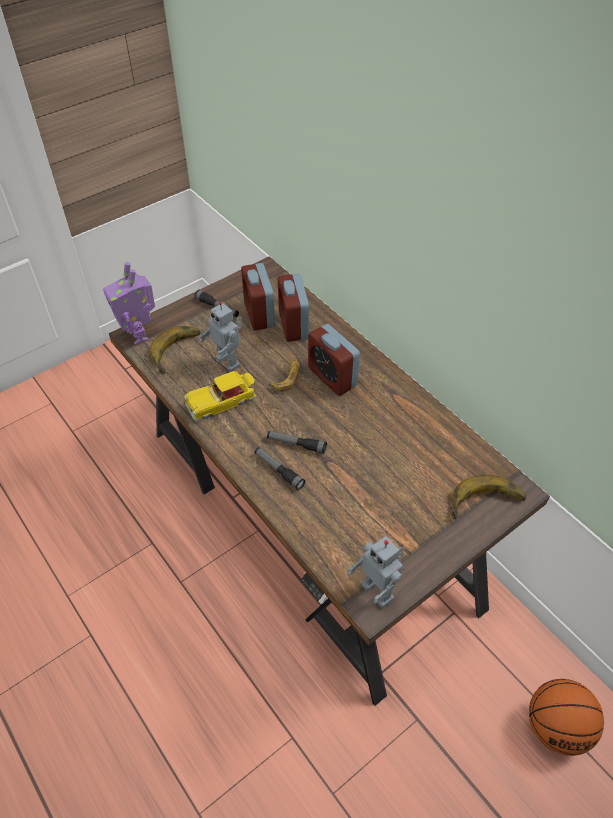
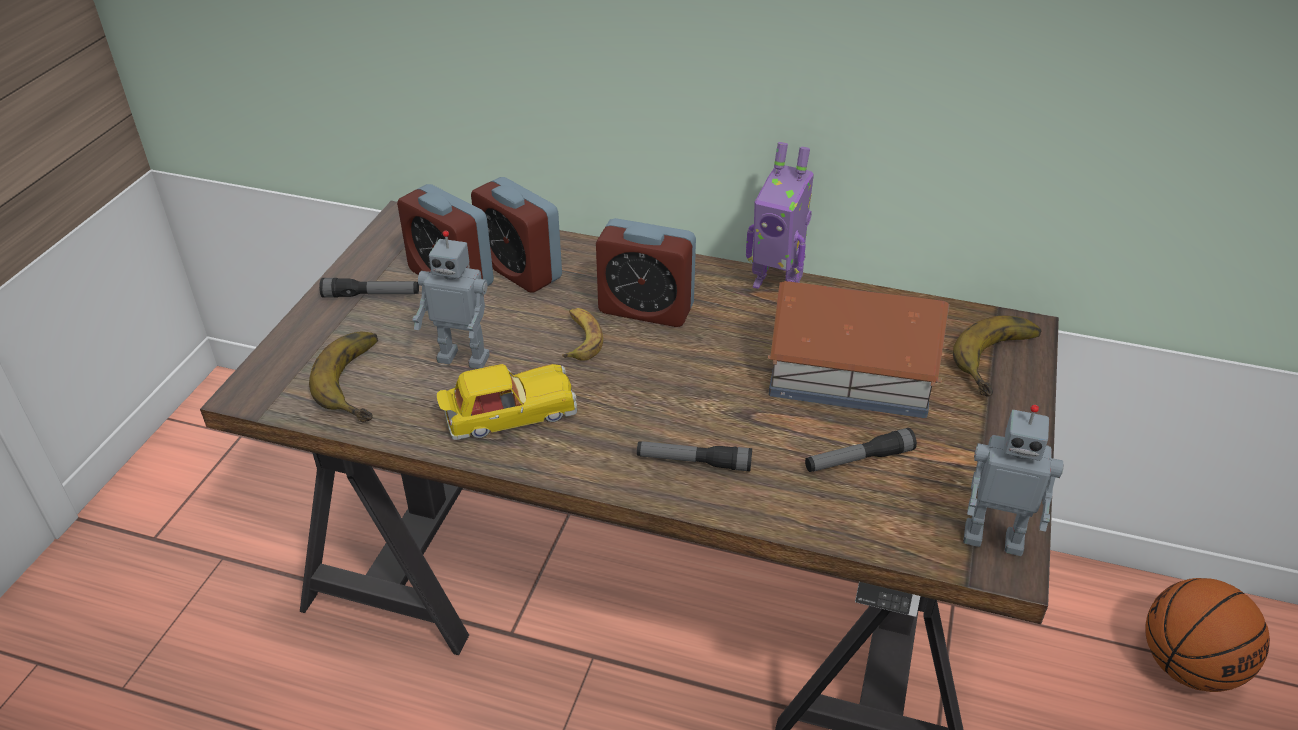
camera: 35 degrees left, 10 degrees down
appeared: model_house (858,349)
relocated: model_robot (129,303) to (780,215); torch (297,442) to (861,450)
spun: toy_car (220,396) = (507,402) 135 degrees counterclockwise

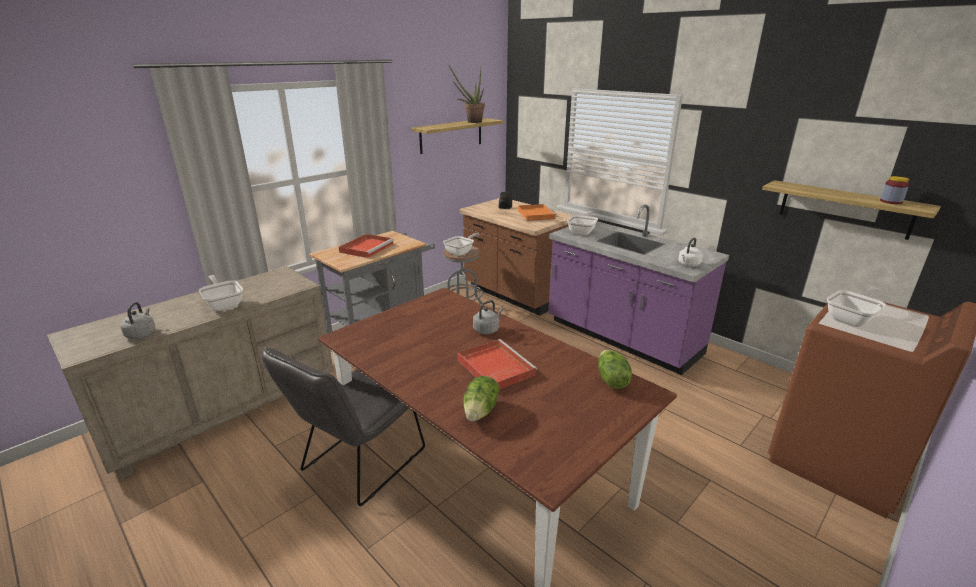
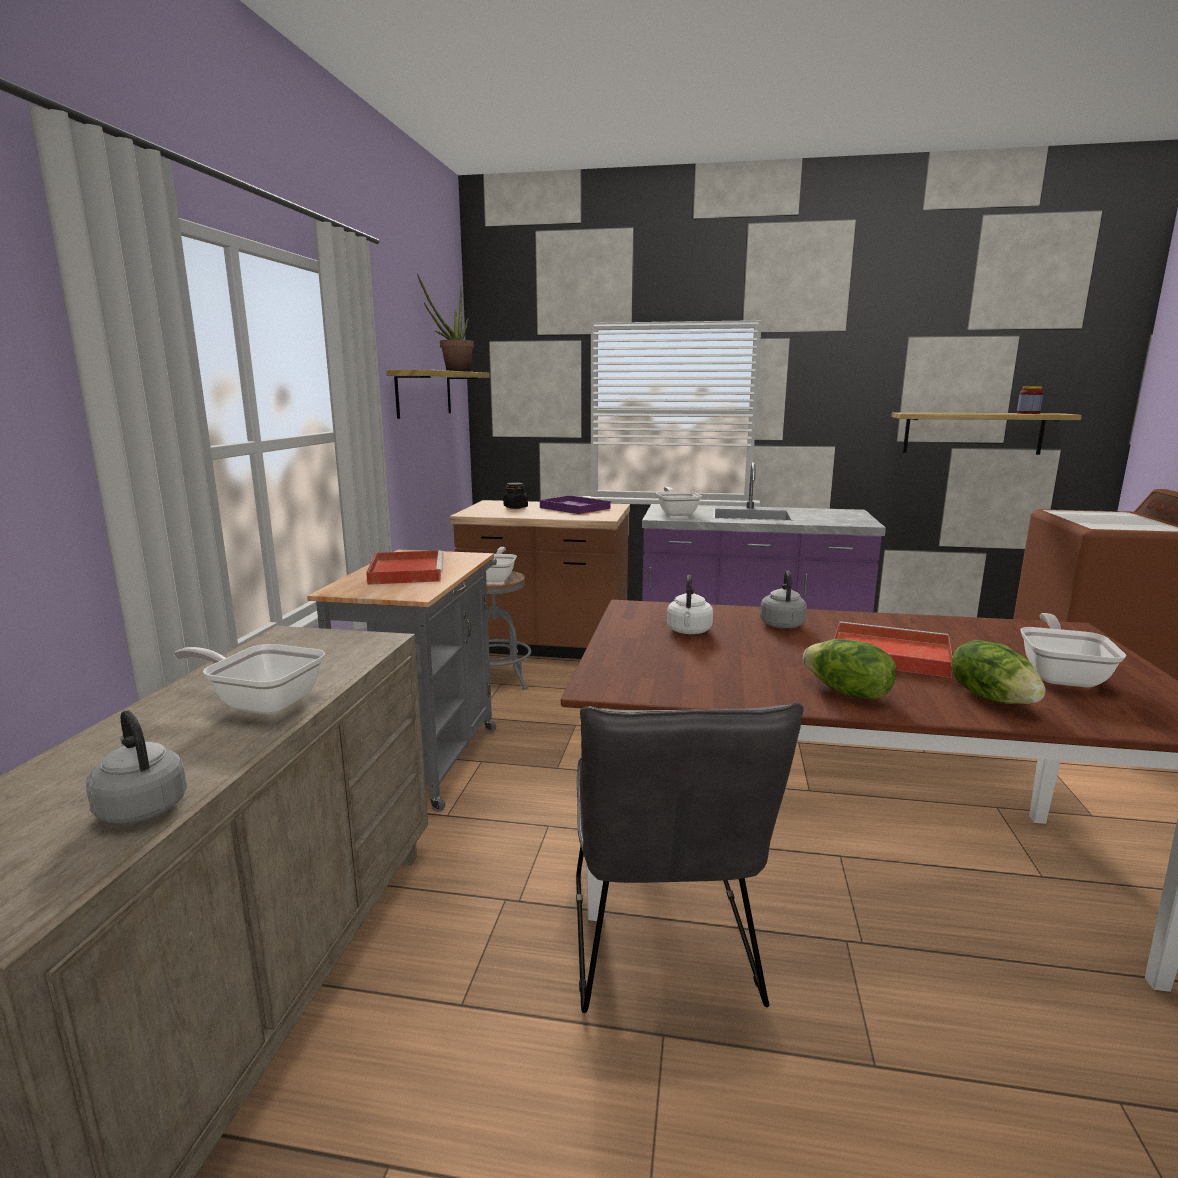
camera: 35 degrees left, 10 degrees down
relocated: lettuce (615,369) to (849,669); white-coloured_tea_kettle (691,252) to (690,604); skillet (856,307) to (1073,650)
colour: orange_carrying_tray (537,212) to purple_carrying_tray (576,504)

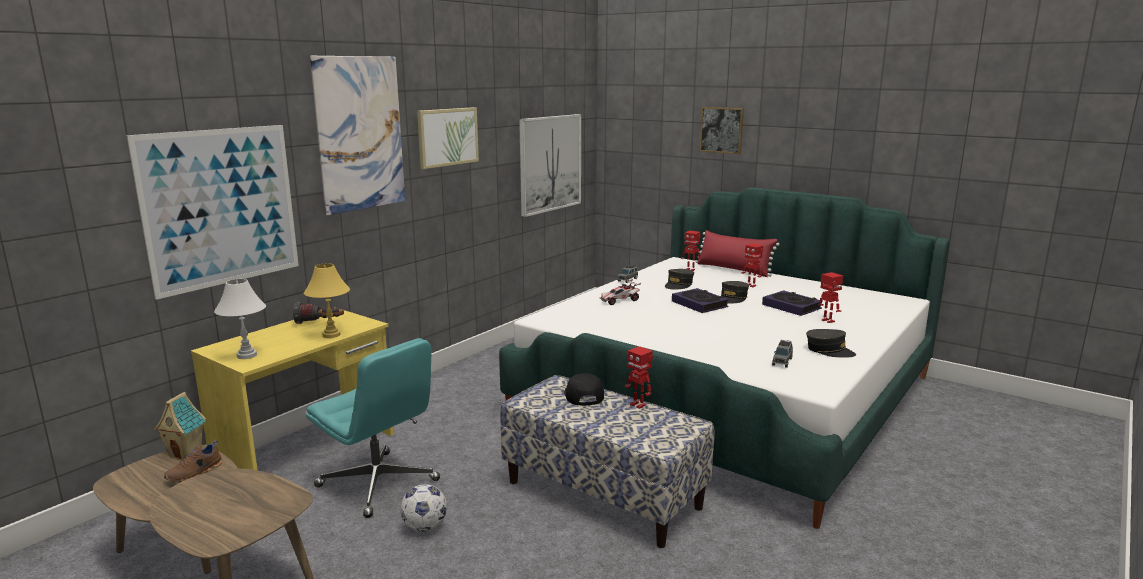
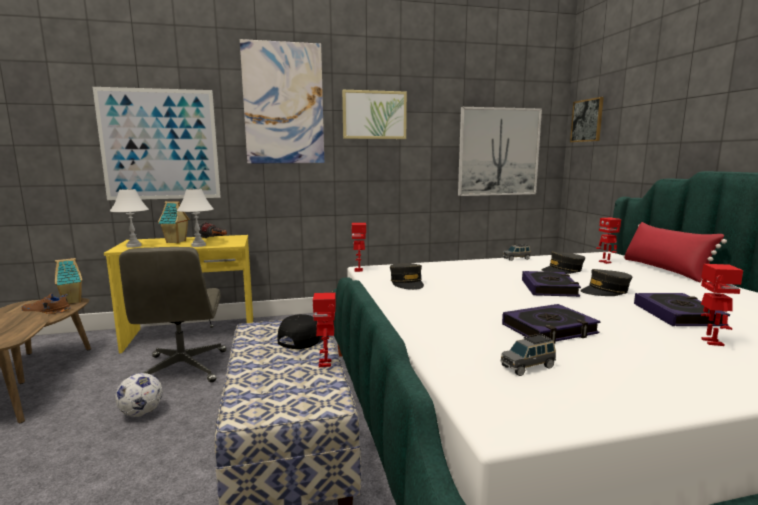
camera: 40 degrees right, 5 degrees down
missing: toy_car (620,292)
appeared: model_house (174,222); book (551,324)
relocated: wall_art (721,130) to (587,119); model_robot (752,265) to (358,247); grey_peaked_cap (831,343) to (407,276)
colour: yellow-coloured_lamp_for_a_table (327,300) to white-coloured_lamp_for_a_table (195,218); turquoise-coloured_computer_chair (373,428) to grey_computer_chair (172,315)

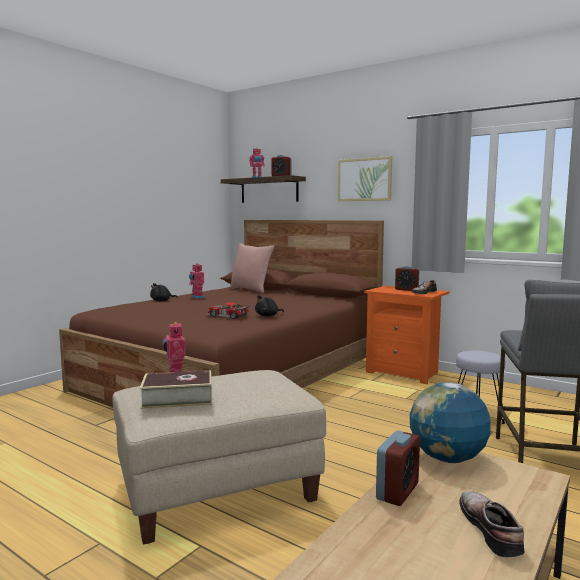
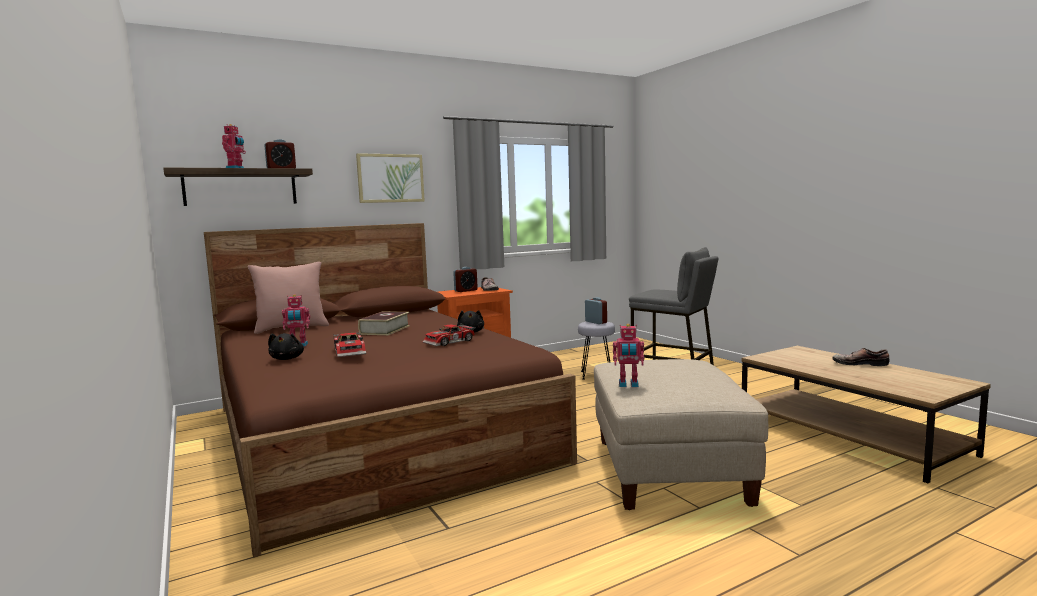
camera: 65 degrees left, 0 degrees up
missing: globe (450,422)
appeared: toy_car (349,344)
relocated: book (176,389) to (384,323); bedside_clock (398,468) to (596,310)

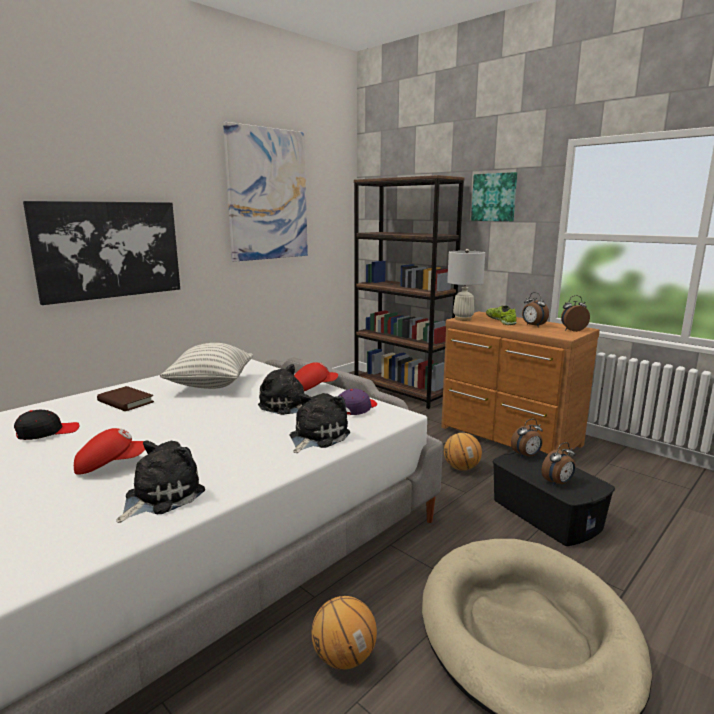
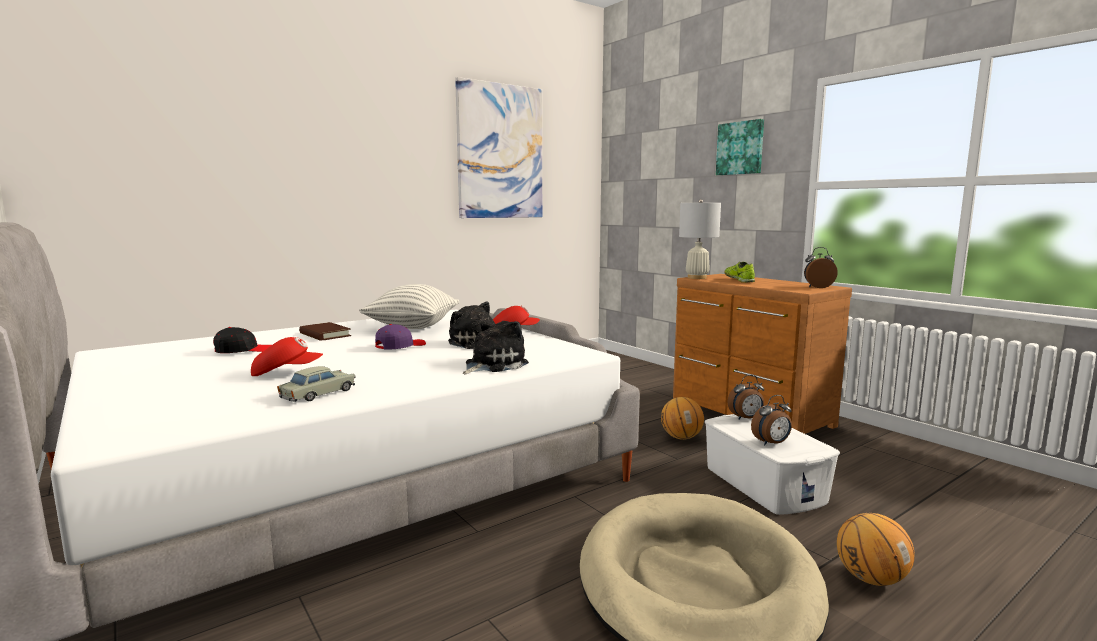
camera: 10 degrees right, 5 degrees down
missing: wall_art (101,253); brownish_bookshelf (409,292); bedside_clock (535,309)
relocated: basketball (344,633) to (876,549); purple_peaked_cap (358,402) to (400,337)
exchanged: cuddly_toy (160,482) to beige-coloured_toy_car (316,384)
colour: black-coloured_storage_container (553,498) to white-coloured_storage_container (772,464)

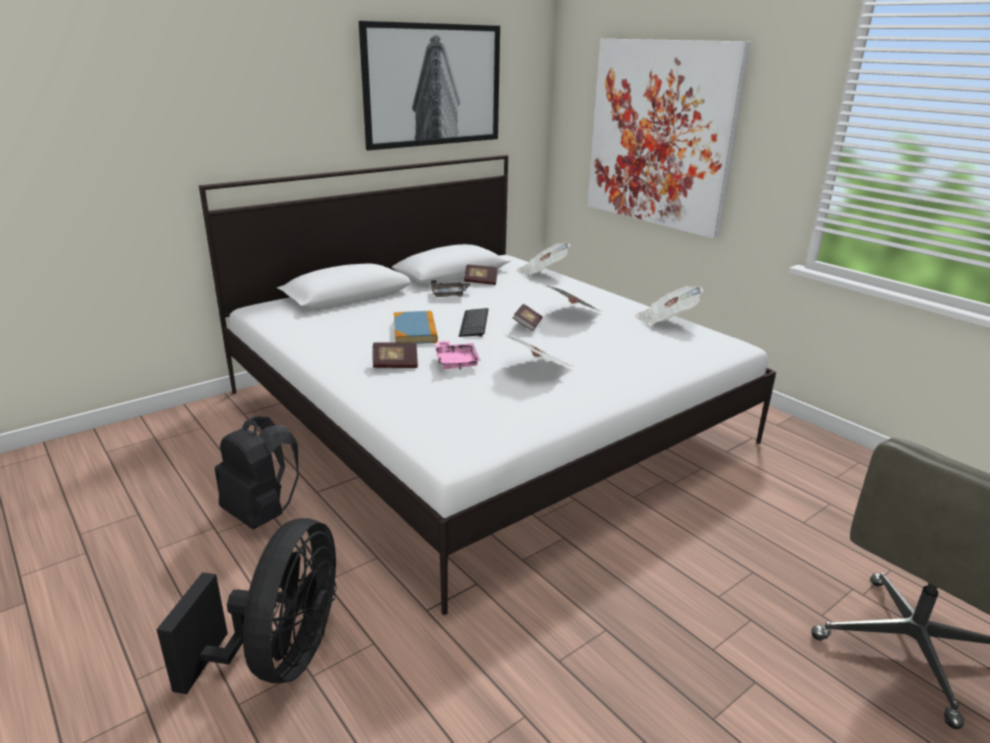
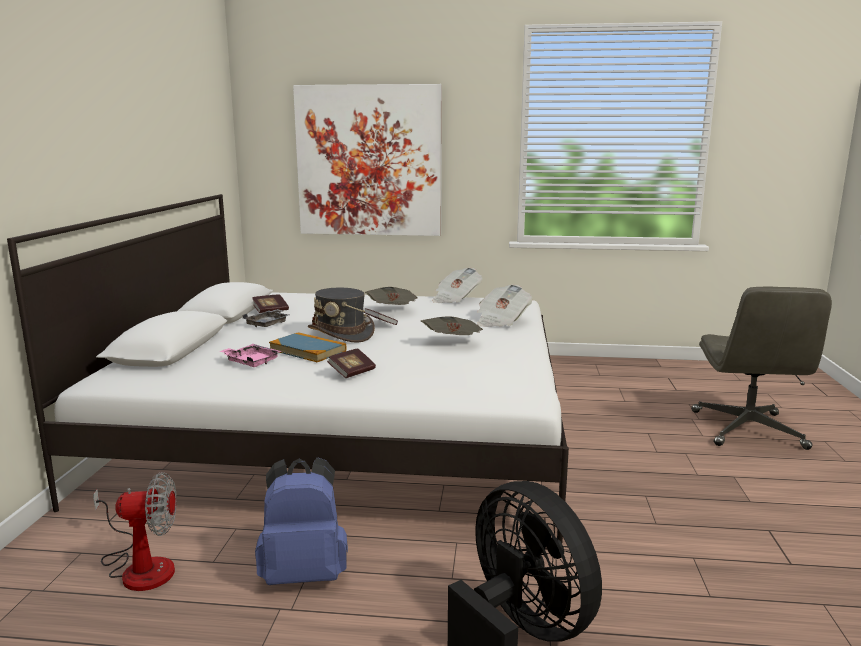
camera: 45 degrees left, 10 degrees down
missing: wall_art (429,85)
appeared: cooling_fan (135,531)
relocated: pink_carrying_tray (458,355) to (250,355); daily_paper (544,259) to (504,305)
exchanged: keyboard (474,322) to grey_hat (341,315)
colour: black-coloured_rucksack (257,472) to blue_rucksack (301,521)

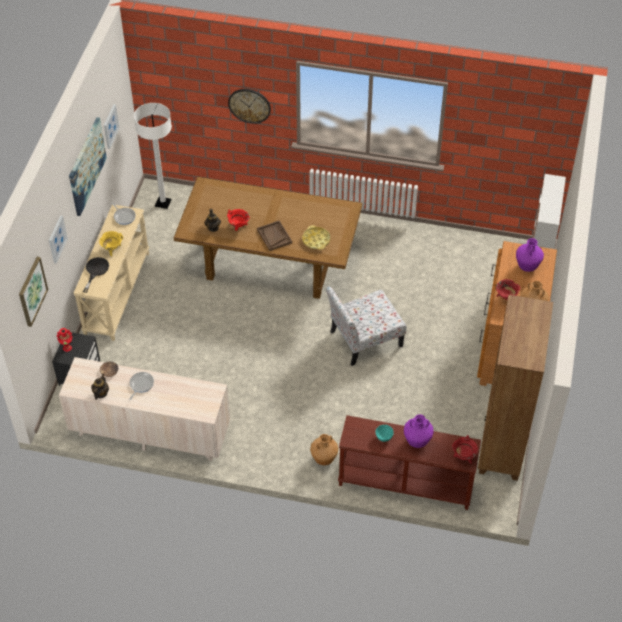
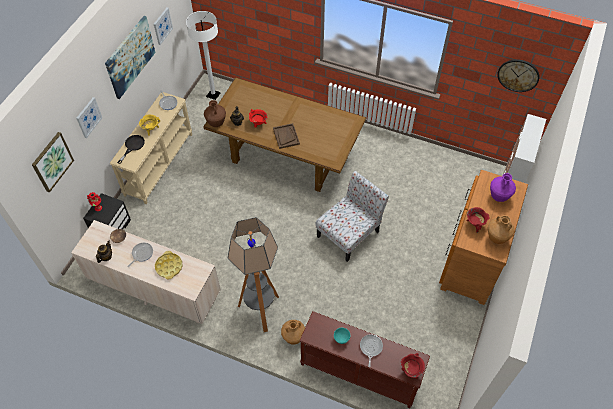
camera: 10 degrees right, 5 degrees up
missing: brownish_bookshelf (515,388)
appeared: brownish_decorative_vase (215,113); standing_lamp (253,274)
relocated: clock_on_the_wall (249,106) to (518,75); yellow-coloured_carrying_tray (316,237) to (169,265)
exchanged: purple_decorative_vase (419,431) to skillet (371,350)
spun: chair (366,326) = (352,216) 150 degrees clockwise

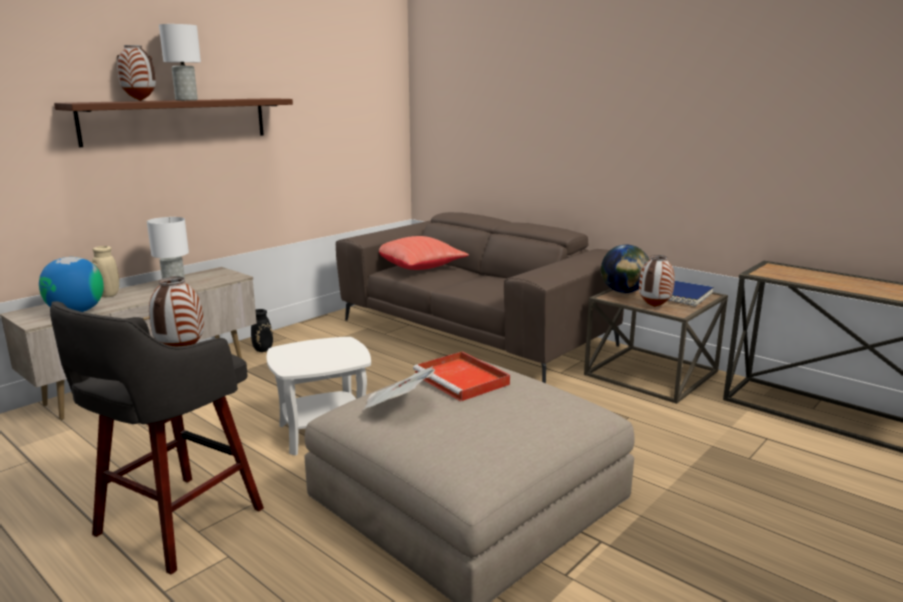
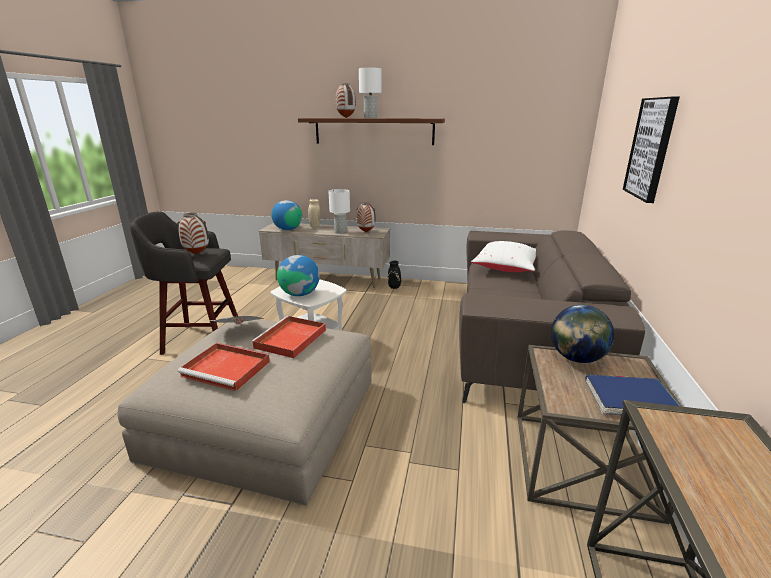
camera: 60 degrees right, 5 degrees up
appeared: red_carrying_tray (224,367); globe (298,275); wall_art (651,150)
relocated: decorative_vase (657,281) to (366,217)
colour: red_throw_pillow (424,253) to white-coloured_throw_pillow (503,256)

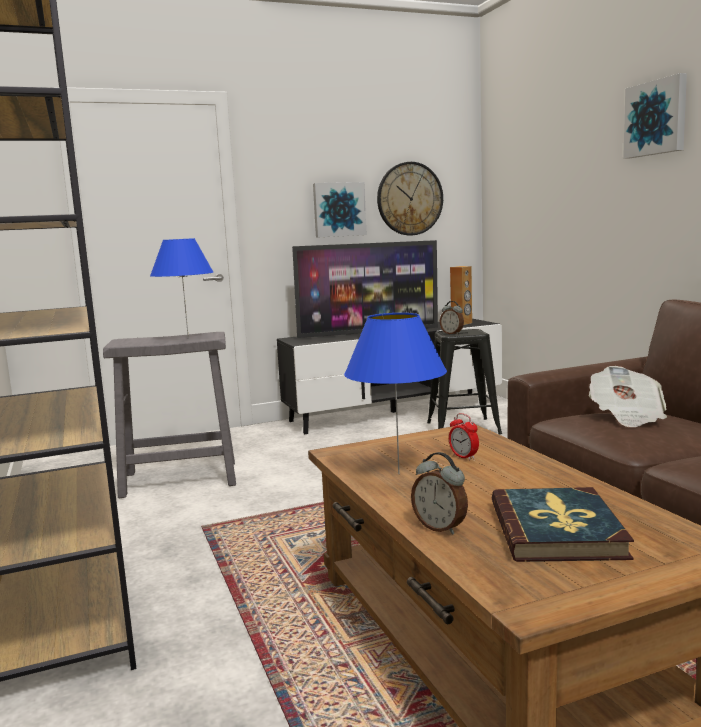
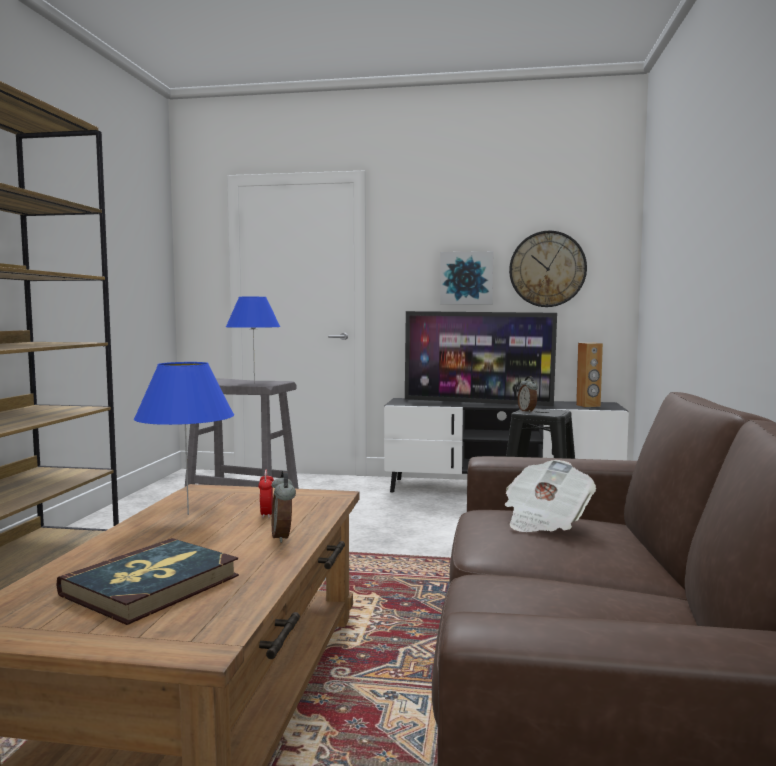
camera: 30 degrees right, 5 degrees down
missing: wall_art (655,116)
relocated: bedside_clock (439,493) to (284,507)

